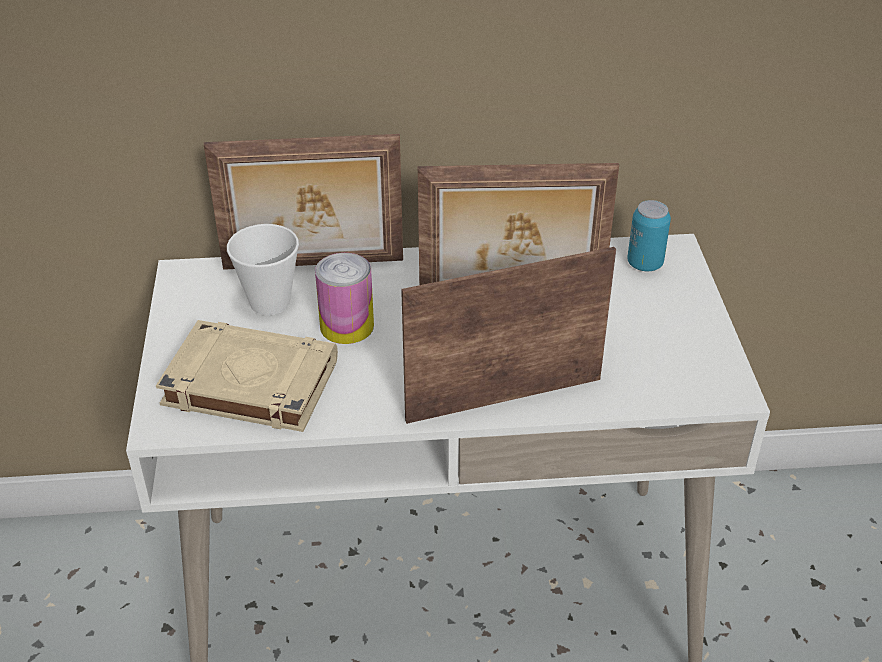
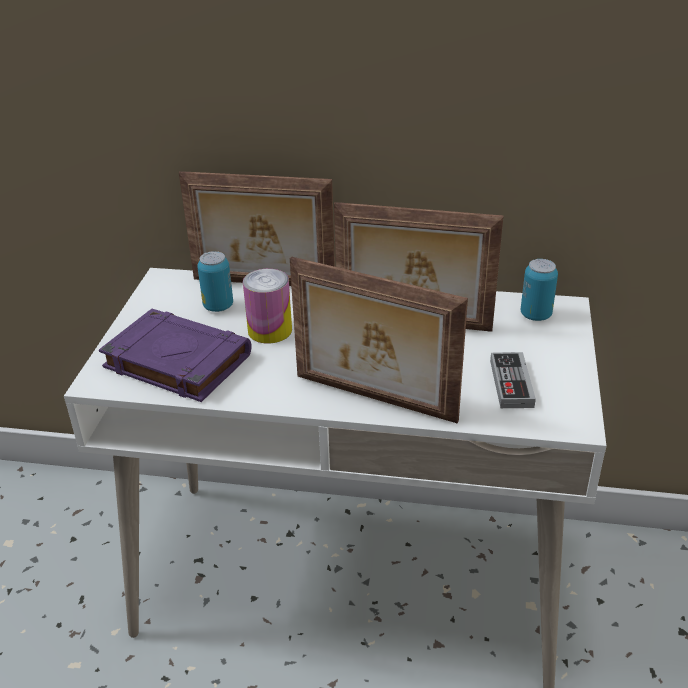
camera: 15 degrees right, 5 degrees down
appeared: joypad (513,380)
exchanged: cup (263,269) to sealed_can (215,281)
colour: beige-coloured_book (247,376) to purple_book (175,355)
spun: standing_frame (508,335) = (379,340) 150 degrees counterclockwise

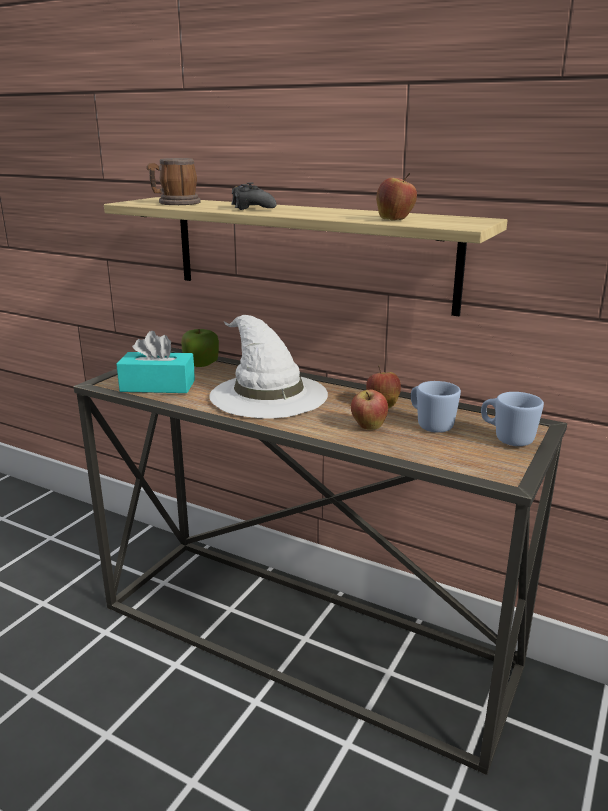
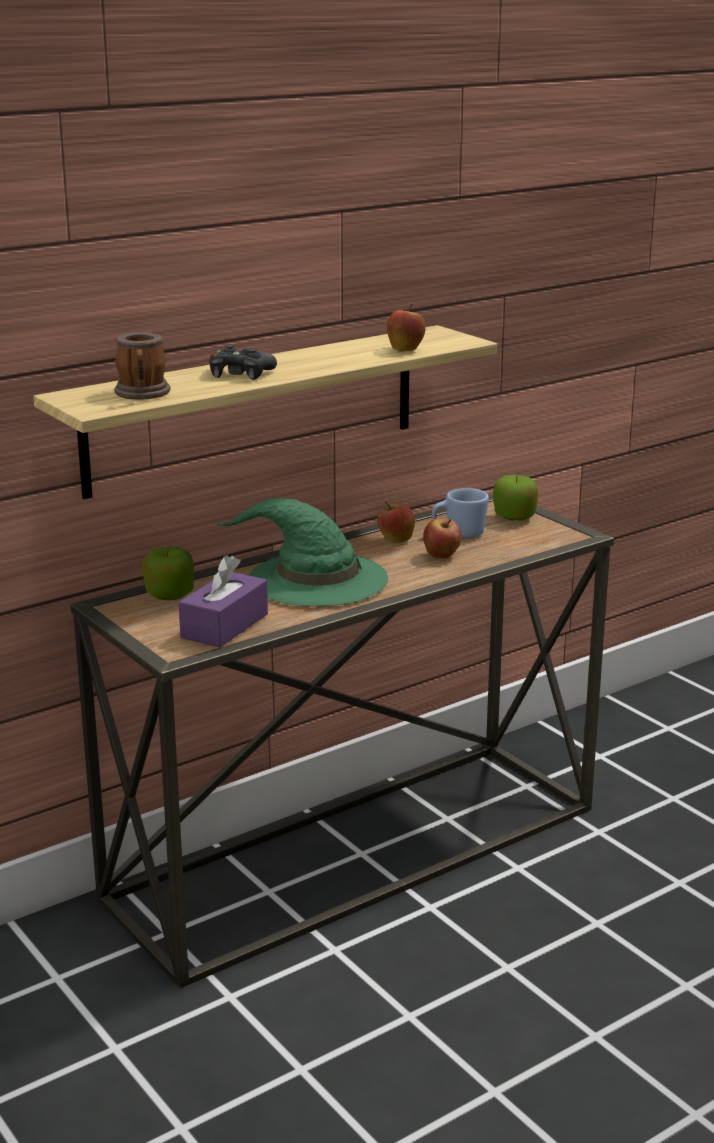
camera: 65 degrees left, 0 degrees up
exchanged: blue_mug (512,419) to whole_apple (515,498)
colour: turquoise-coloured_tissue_holder (155,362) to purple_tissue_holder (223,601); white-coloured_hat (268,367) to green_hat (301,552)

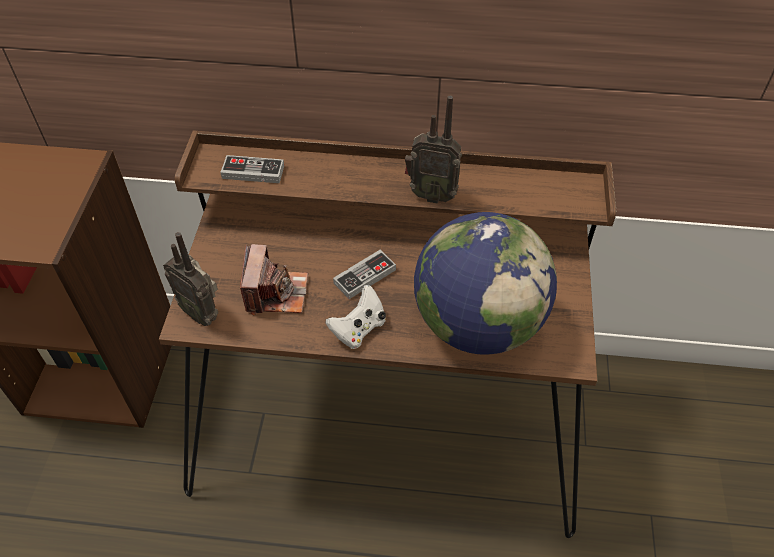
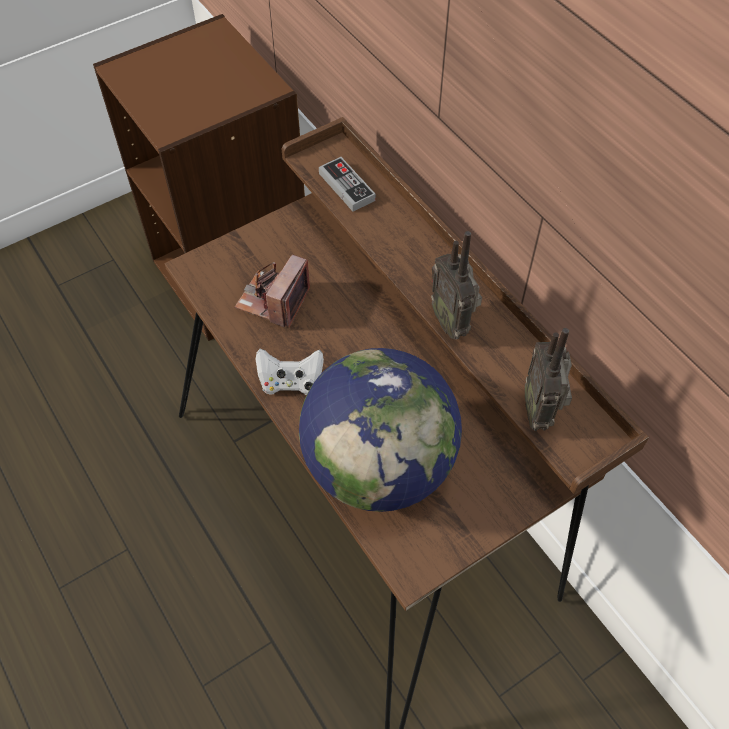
camera: 50 degrees right, 5 degrees up
missing: joypad (364,274)
relocated: radio (190,279) to (548,379)
spun: still_camera (274,279) = (272,291) 150 degrees clockwise

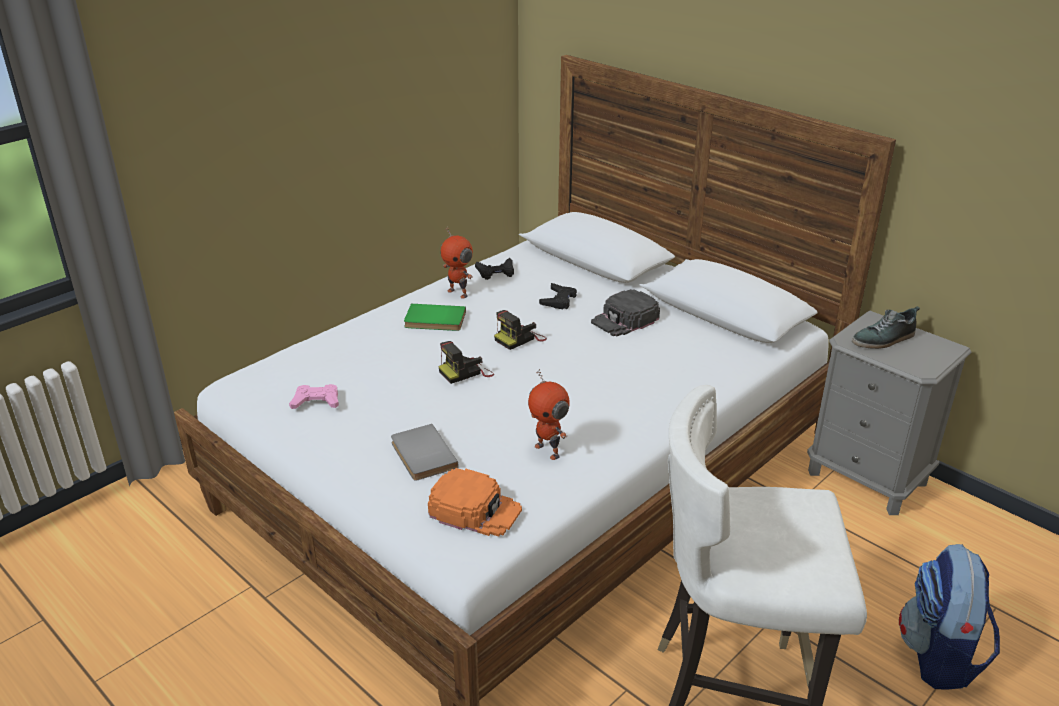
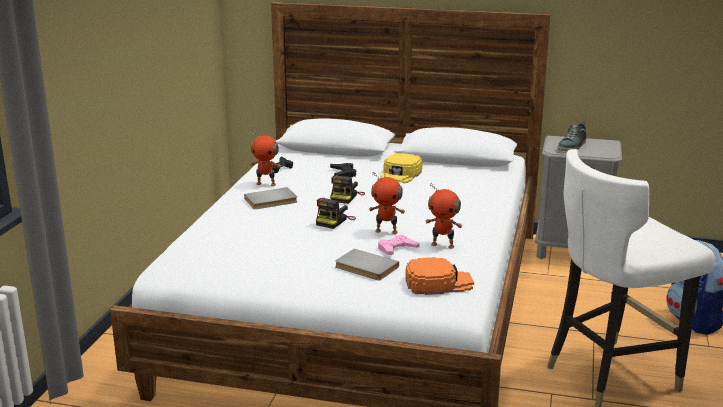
camera: 30 degrees left, 10 degrees down
appeared: model_robot (387,202)
relocated: pink_joypad (314,396) to (399,245)
colour: green_book (435,317) to grey_book (270,198); black-coloured_peaked_cap (625,312) to yellow-coloured_peaked_cap (401,168)

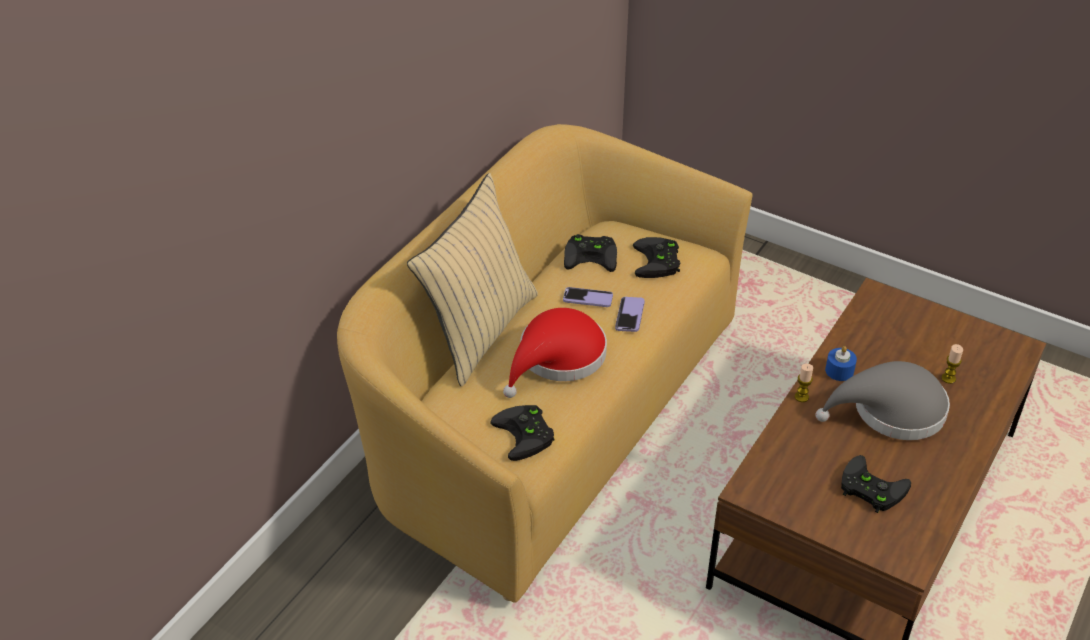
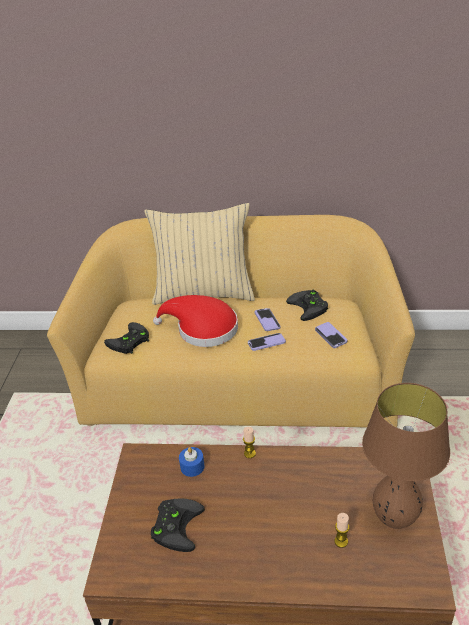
camera: 65 degrees right, 5 degrees down
missing: grey_hat (883,400)
appeared: brownish_lamp_for_a_table (406,456)
relocated: blue_candle (841,363) to (192,462)
exchanged: black-coloured_joypad (656,257) to handset (331,335)

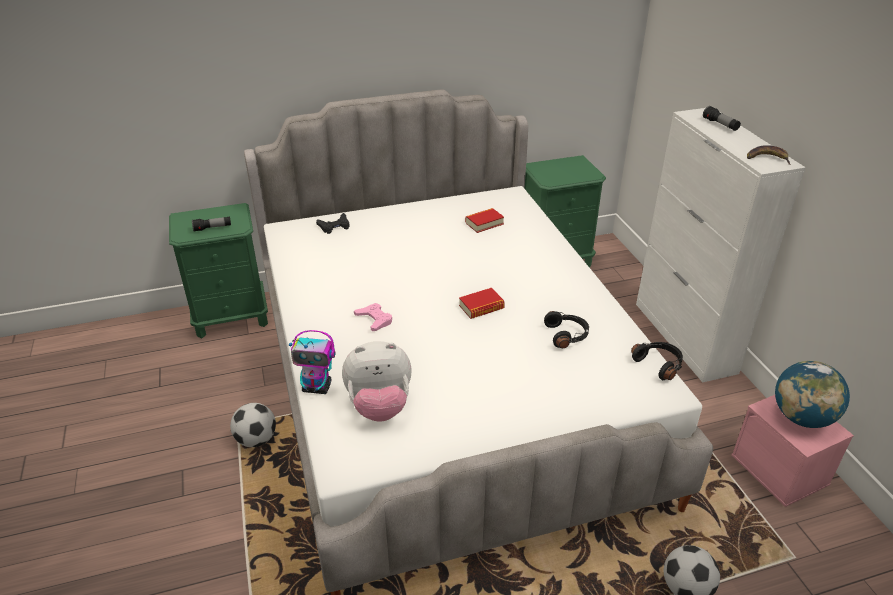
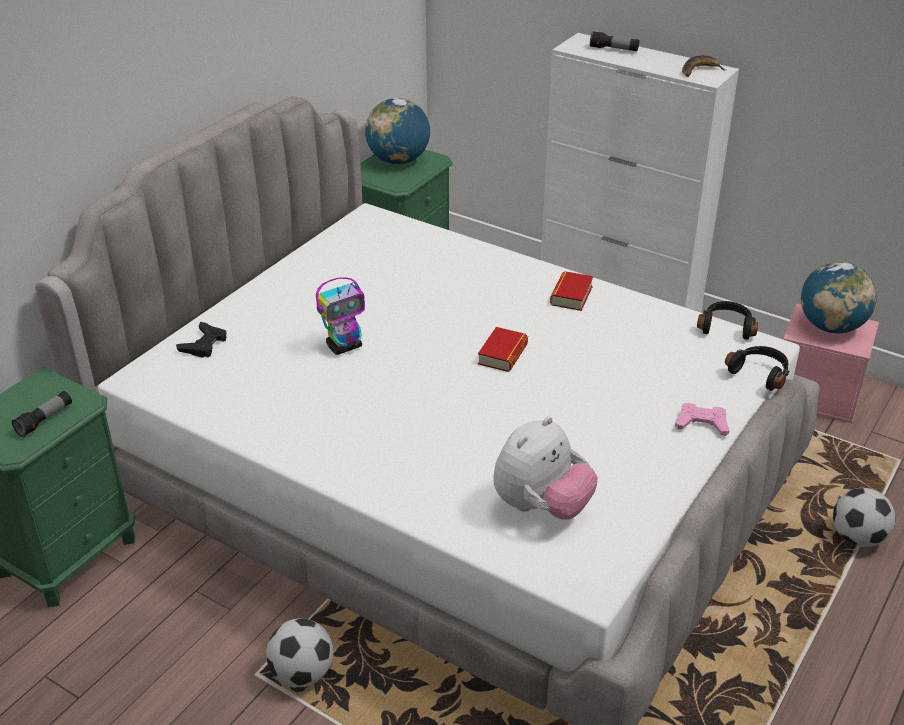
camera: 40 degrees left, 0 degrees up
appeared: globe (397,131)
relocated: model_robot (312,362) to (340,316); pink_joypad (373,317) to (702,419); book (484,220) to (571,291); black-coloured_headphones (566,329) to (757,368)

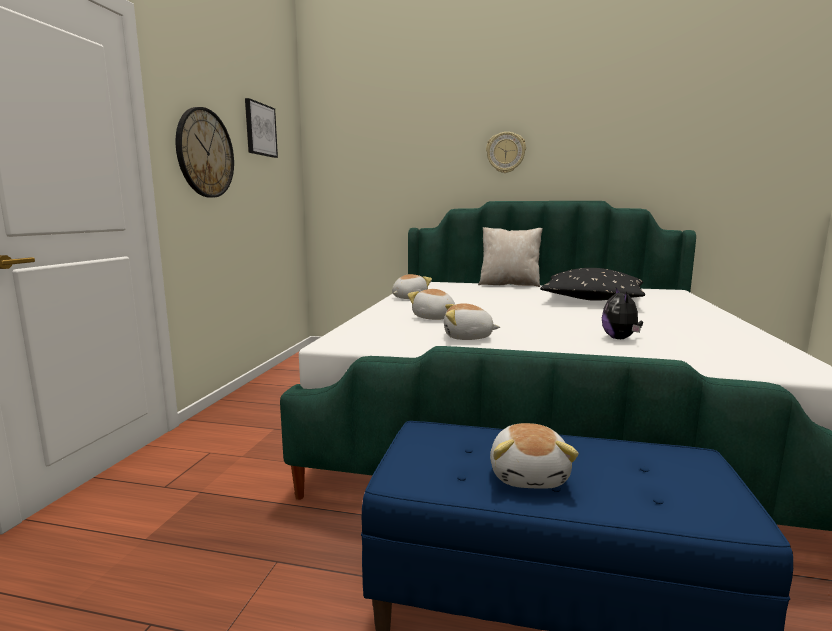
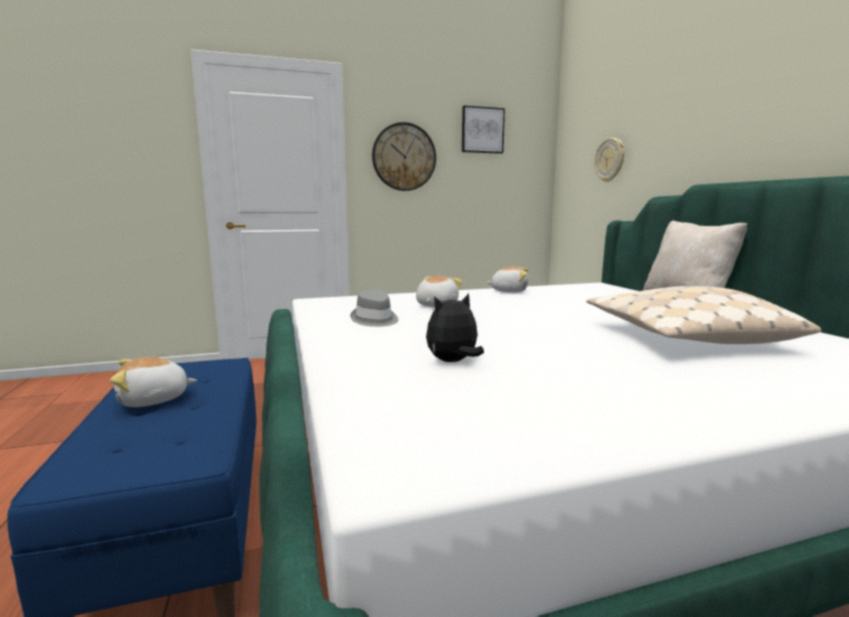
camera: 60 degrees right, 0 degrees up
relocated: clock_on_the_wall (506,152) to (610,160)
exchanged: cuddly_toy (472,321) to grey_hat (374,308)
colour: black-coloured_throw_pillow (592,284) to beige-coloured_throw_pillow (704,315)

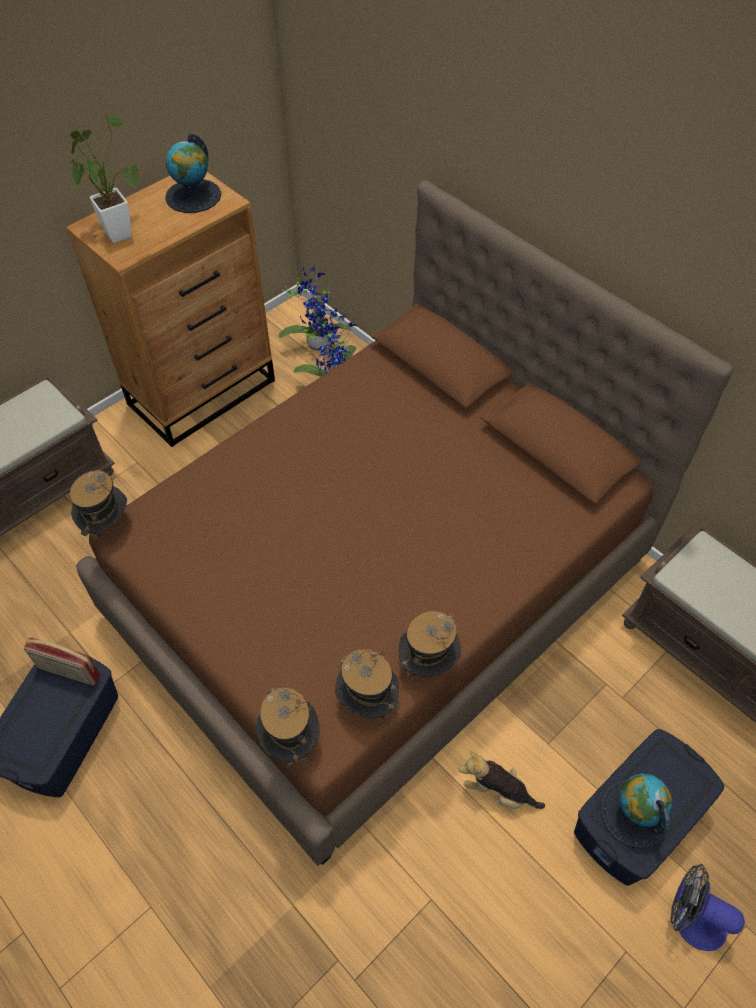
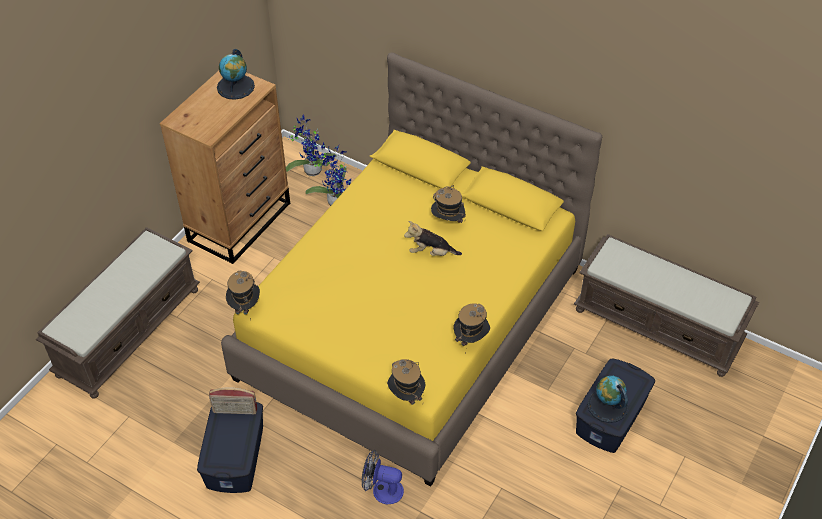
camera: 15 degrees left, 5 degrees down
missing: houseplant (102,179)
relocated: hat (367,685) to (448,204); cuddly_toy (502,780) to (433,238); cooling_fan (708,907) to (383,477)
colour: brownish_bedroom_bed (404,523) to yellow-coloured_bedroom_bed (411,270)

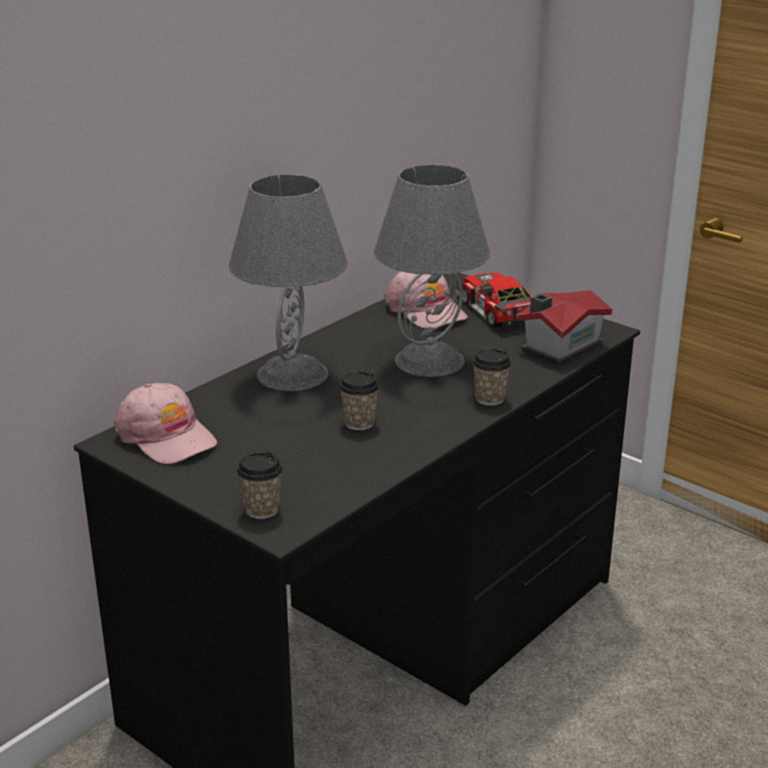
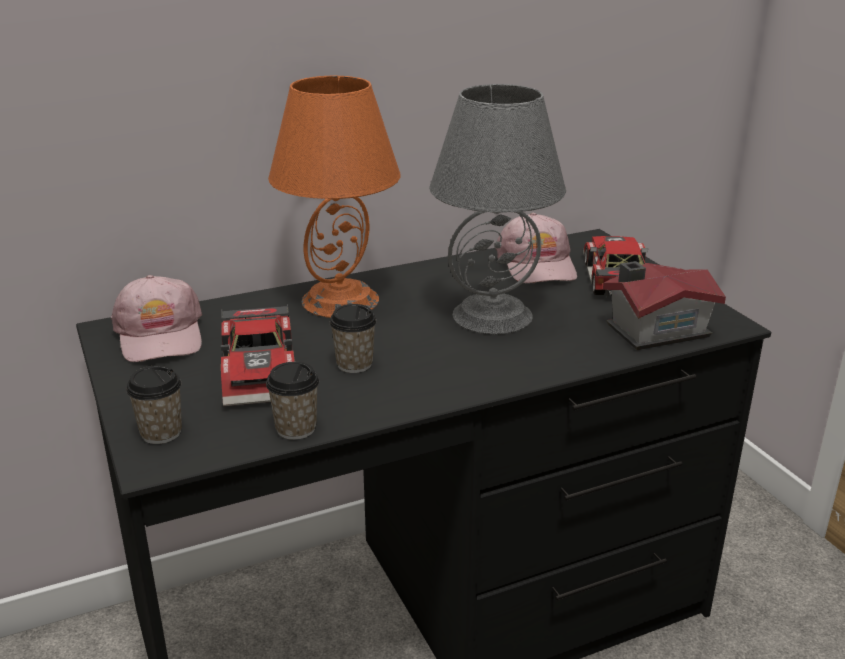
camera: 25 degrees right, 0 degrees up
appeared: toy_car (258,355)
relocated: cup (491,377) to (292,401)
colour: grey_lamp_for_a_table (288,282) to orange_lamp_for_a_table (334,196)

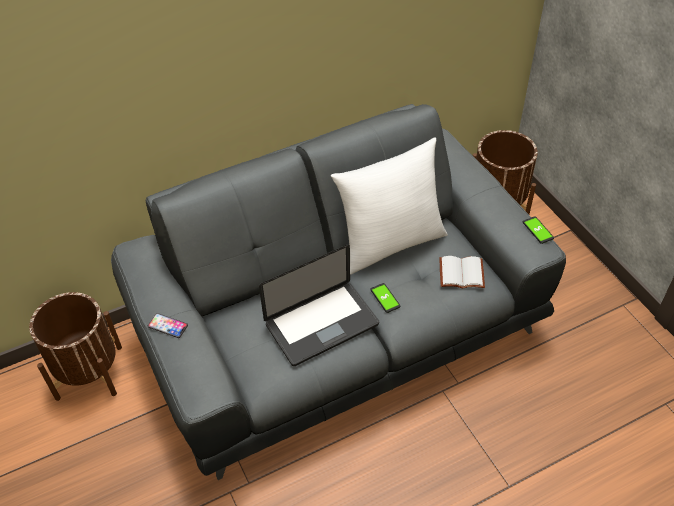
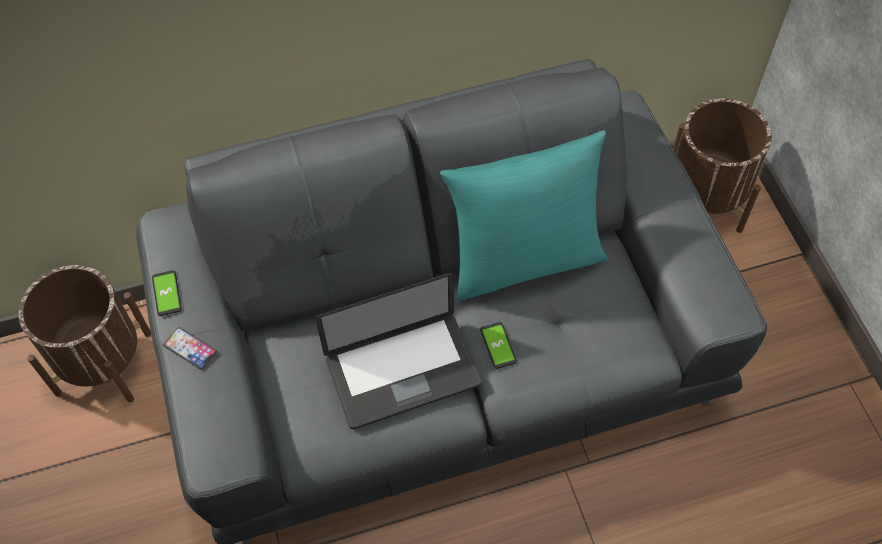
camera: 10 degrees right, 10 degrees up
missing: white-coloured_book (462,272)
relocated: handset (538,230) to (167,293)
colour: white-coloured_throw_pillow (389,206) to turquoise-coloured_throw_pillow (524,215)

